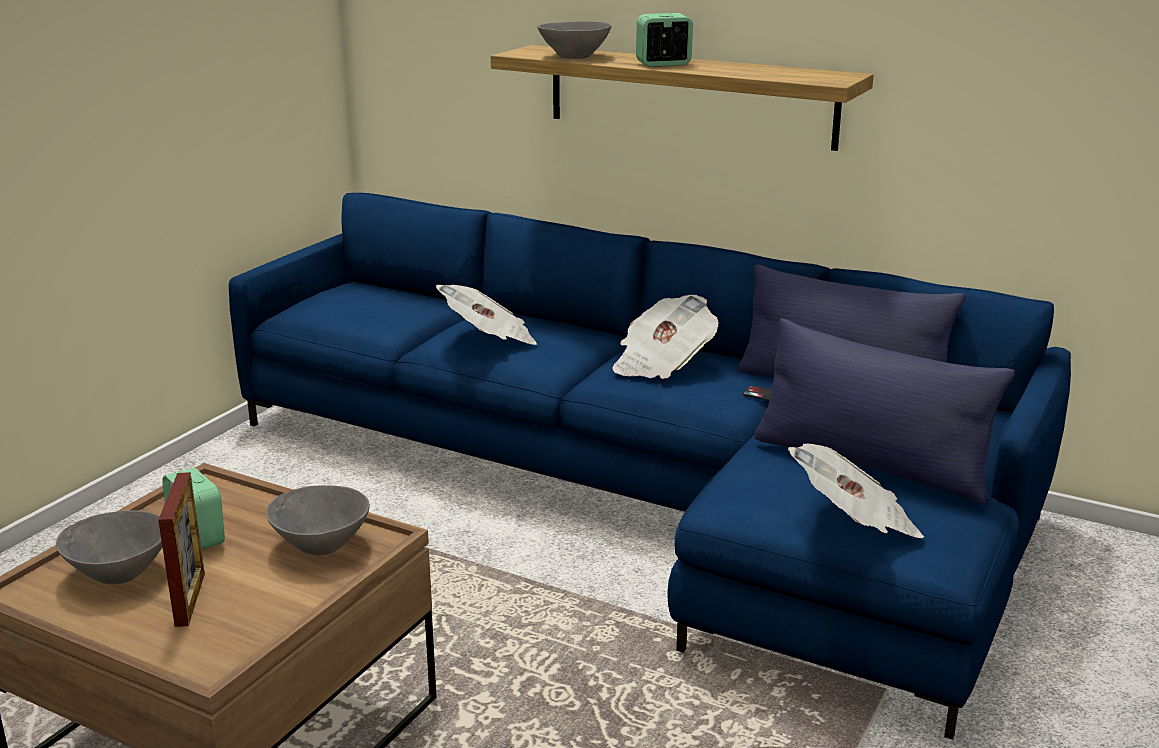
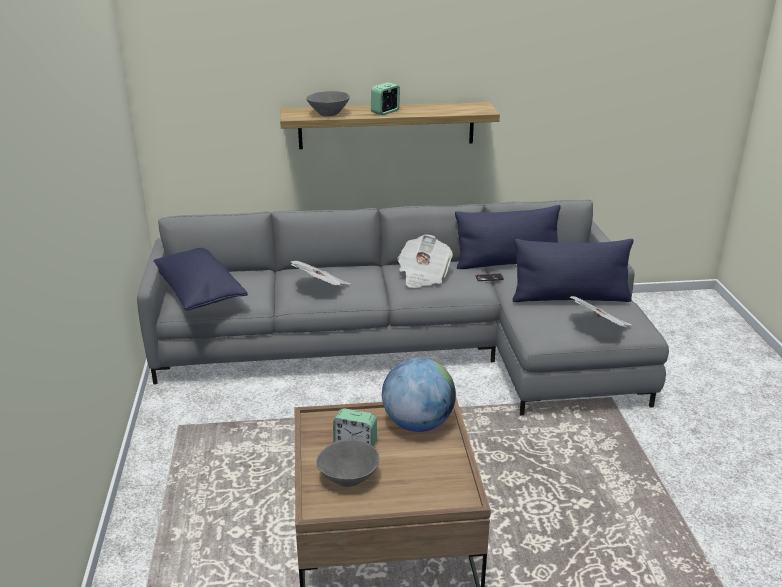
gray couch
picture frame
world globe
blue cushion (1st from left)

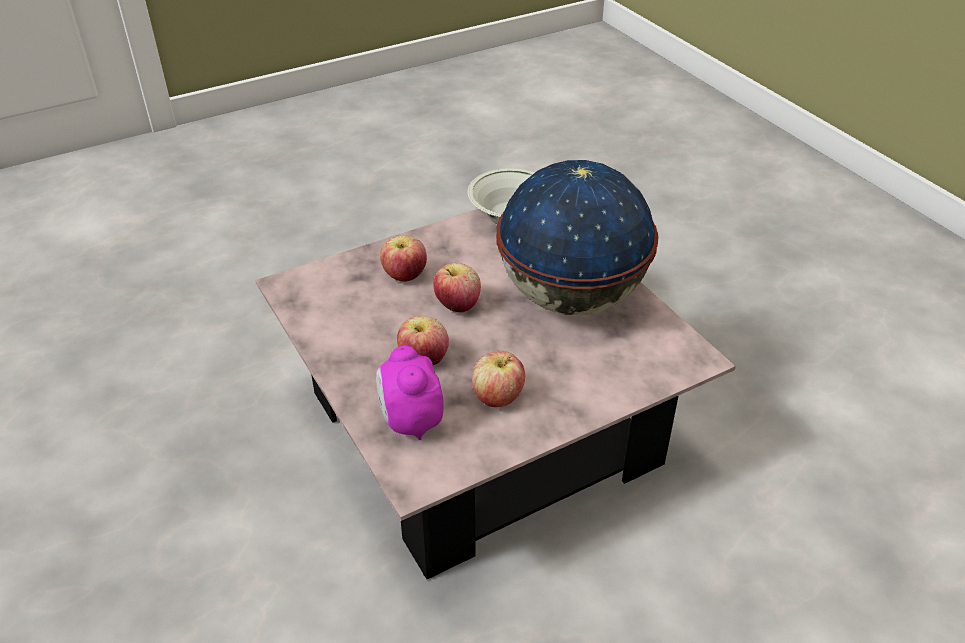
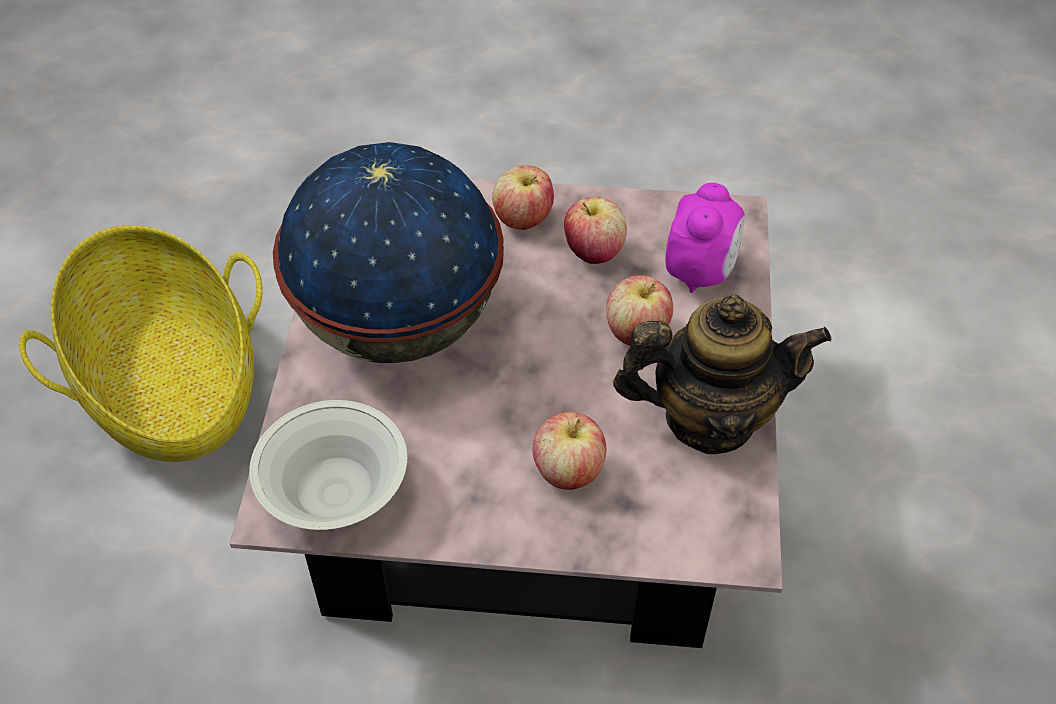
whole apple (1st from left)
household basket
tea pot

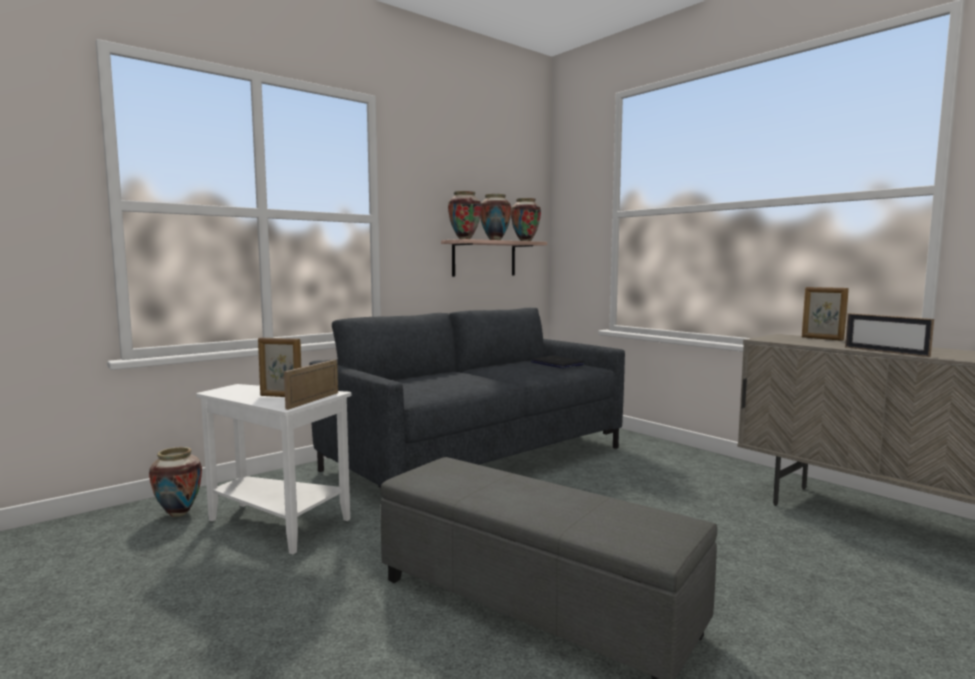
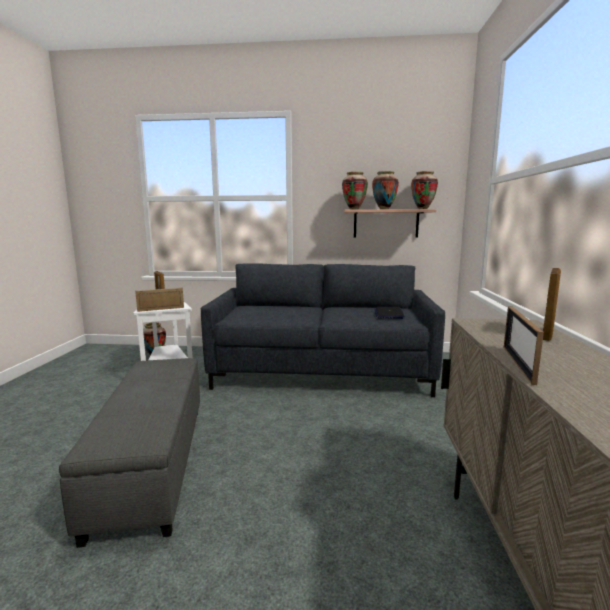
picture frame (4th from left)

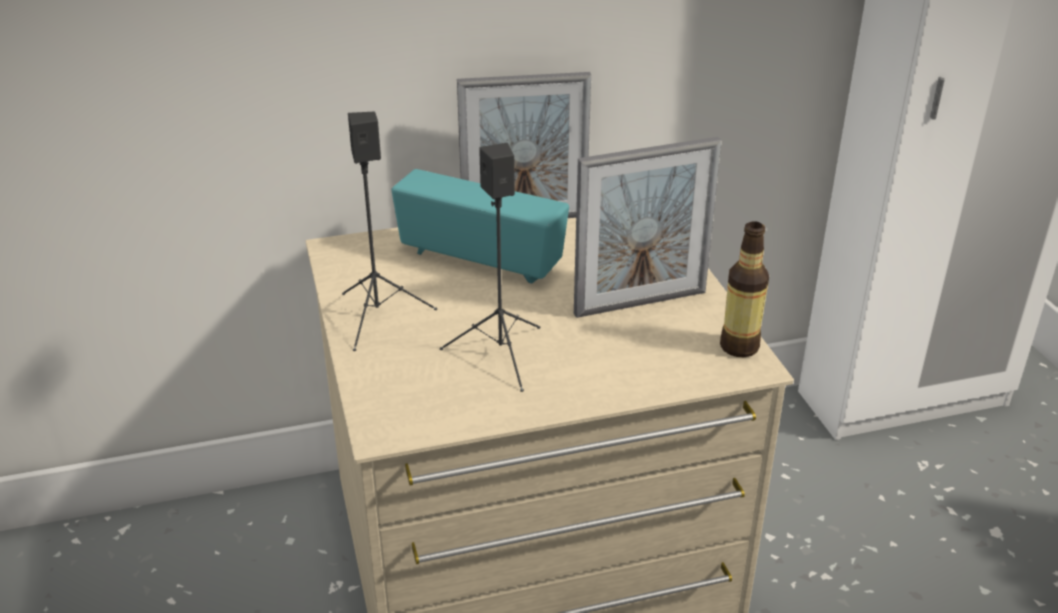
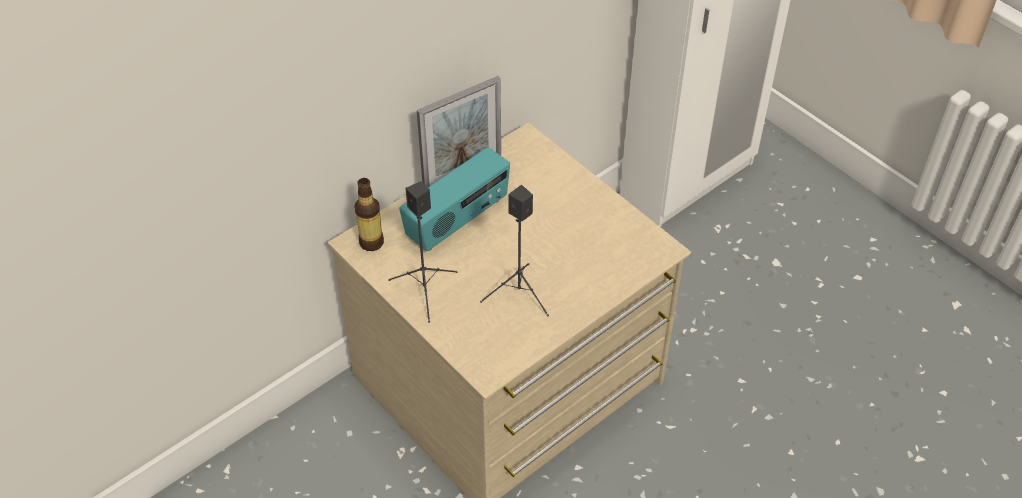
picture frame (2nd from left in the first image)
radio receiver
drink bottle

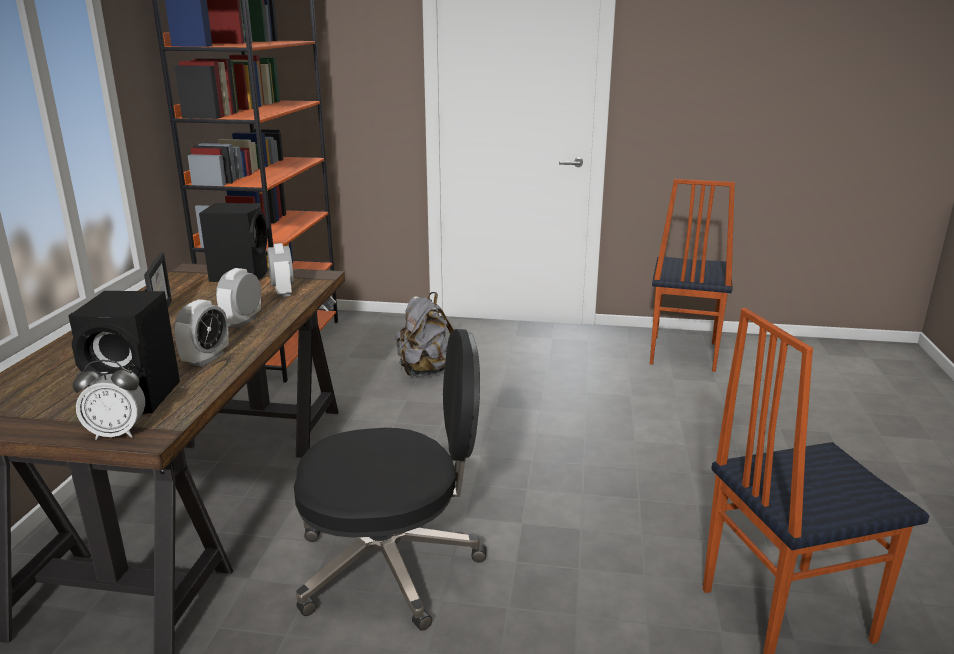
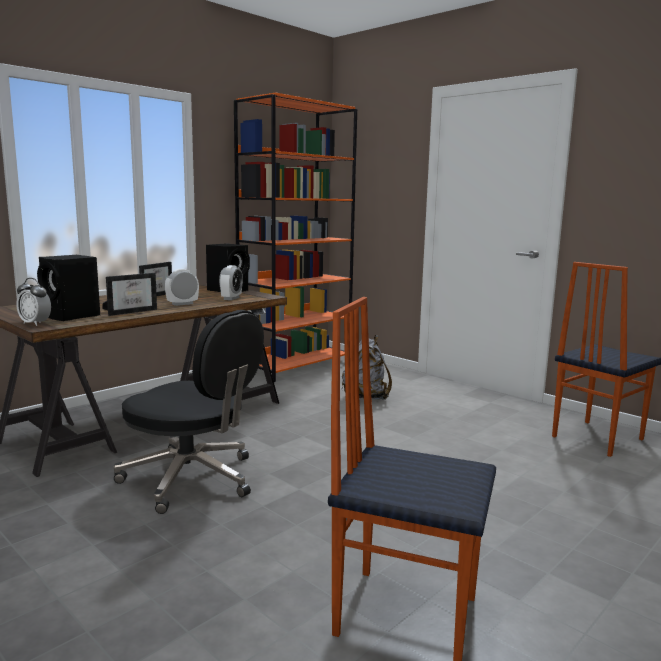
picture frame (1st from left)

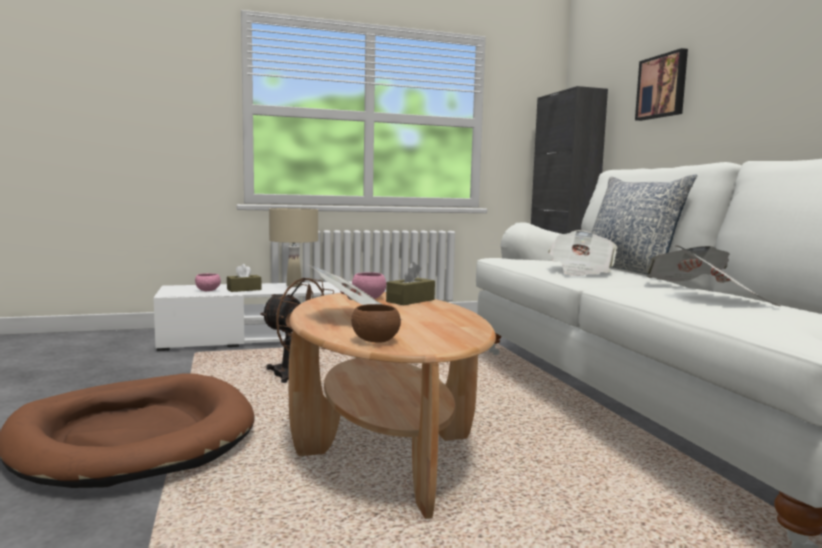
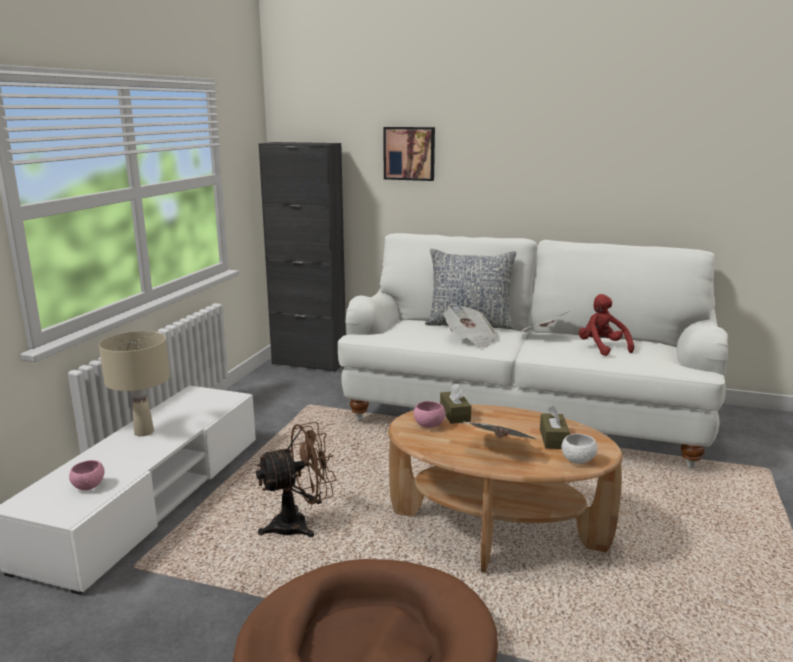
reddish cuddly toy
brown tissue holder (2nd from left)
whitish deep dish

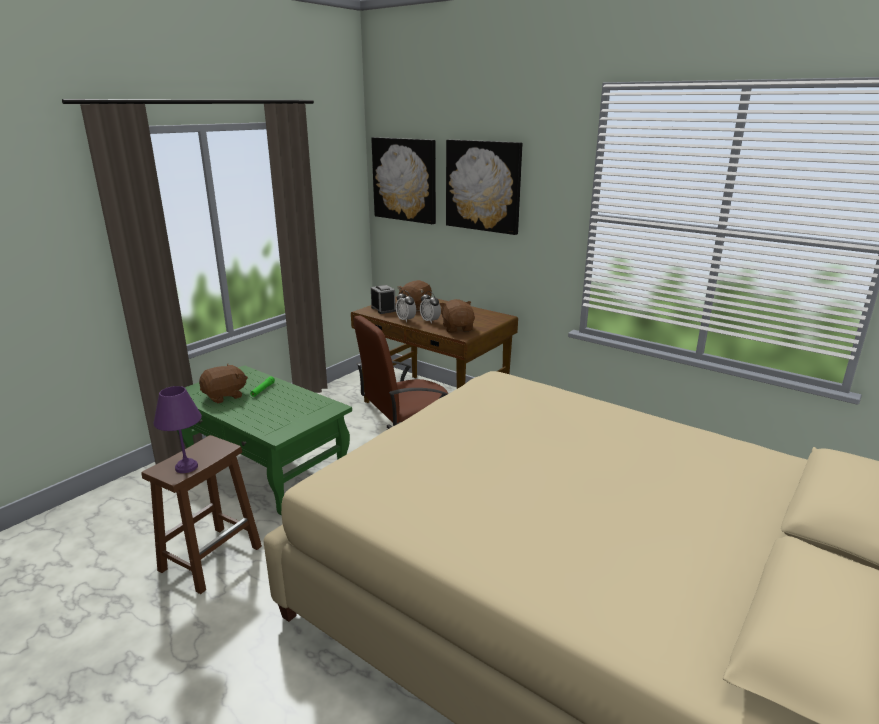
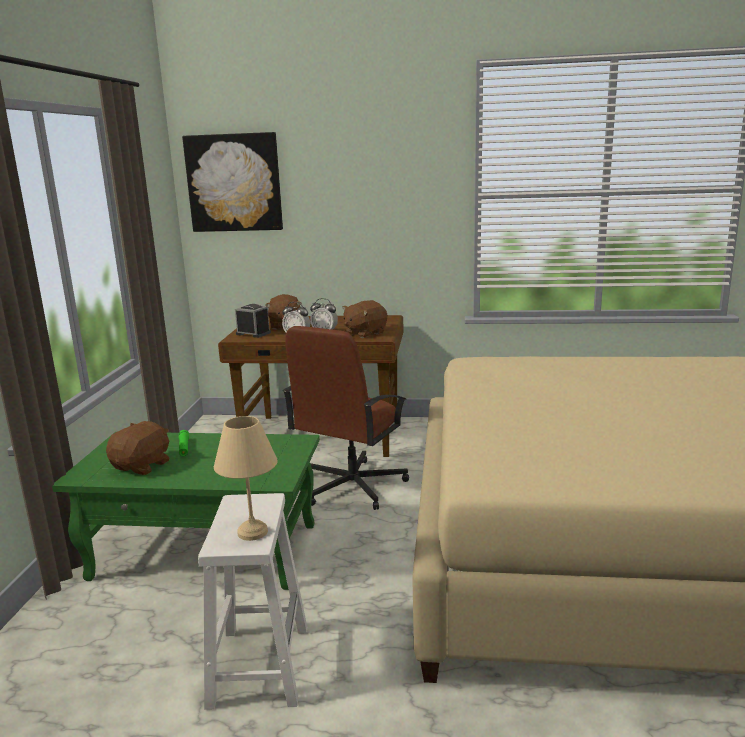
picture (2nd from left in the first image)
brown cuddly toy (3rd from left)
beige-coloured tabletop lamp
whitish stool seat

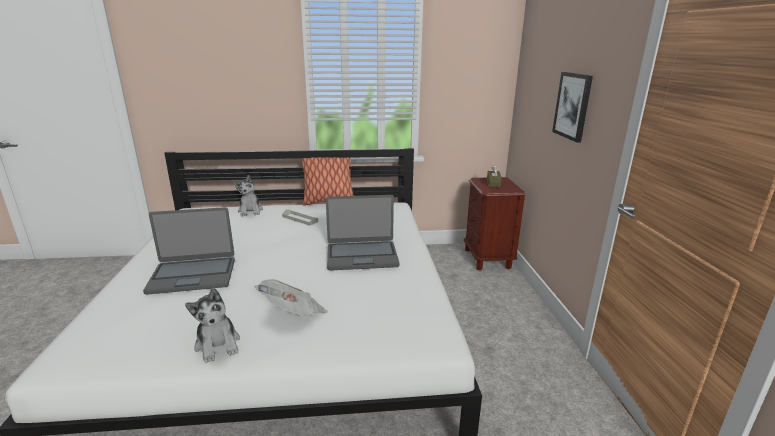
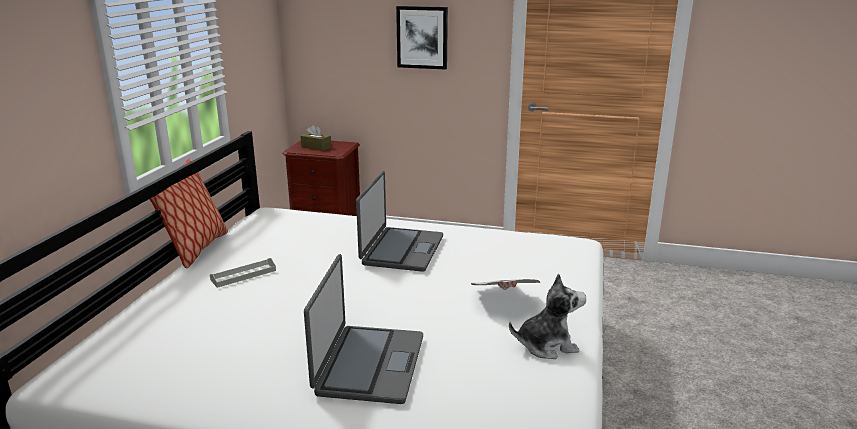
cuddly toy (2nd from left in the first image)

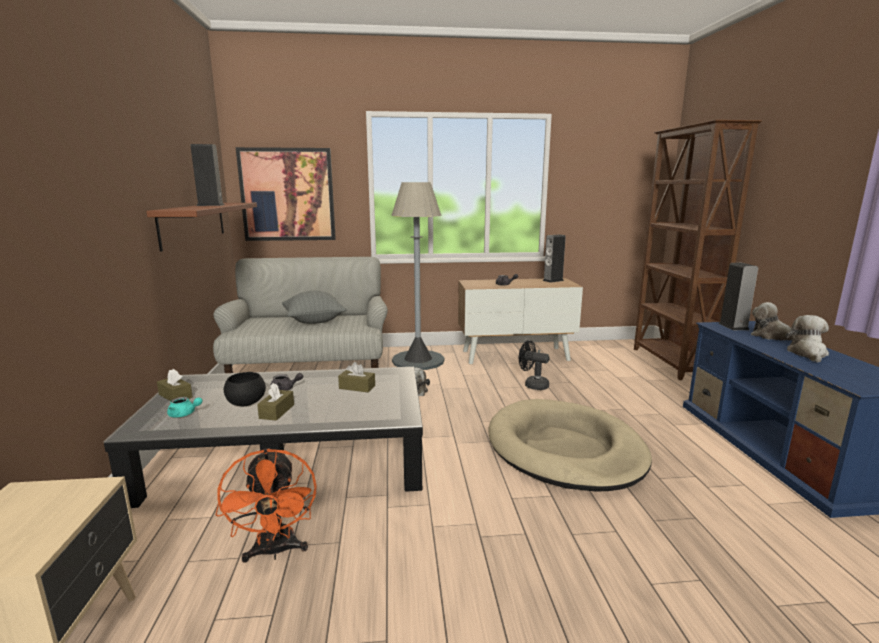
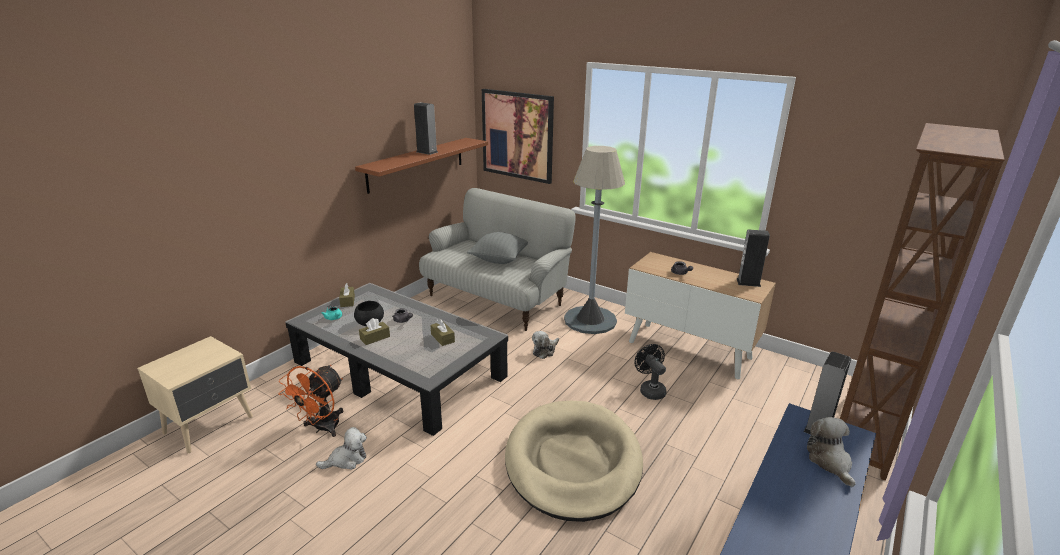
cuddly toy (1st from left)

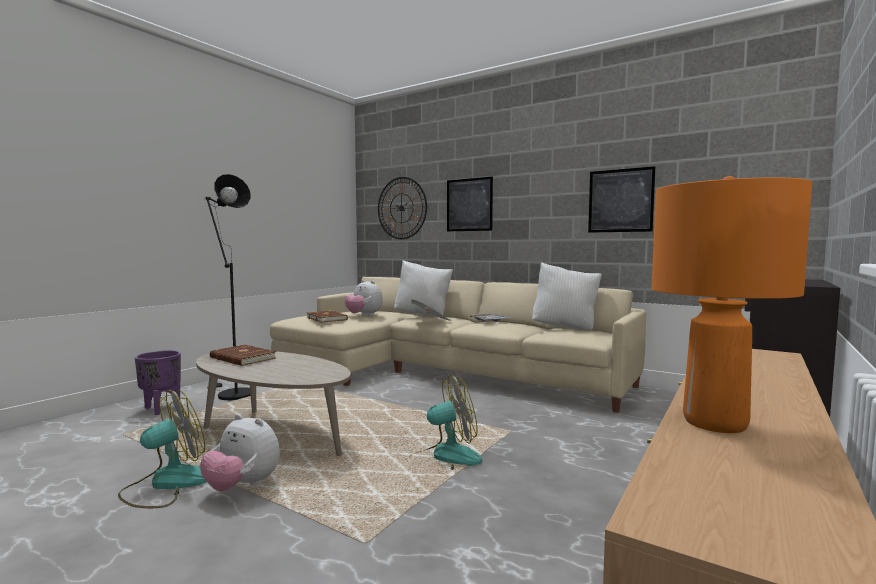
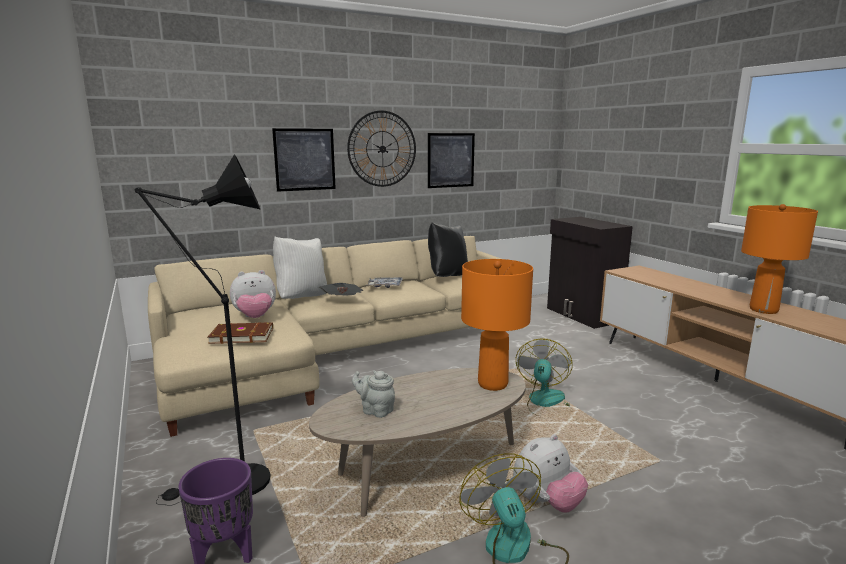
wall clock
blackish cushion
gray tea pot
orange tabletop lamp (1st from left)

